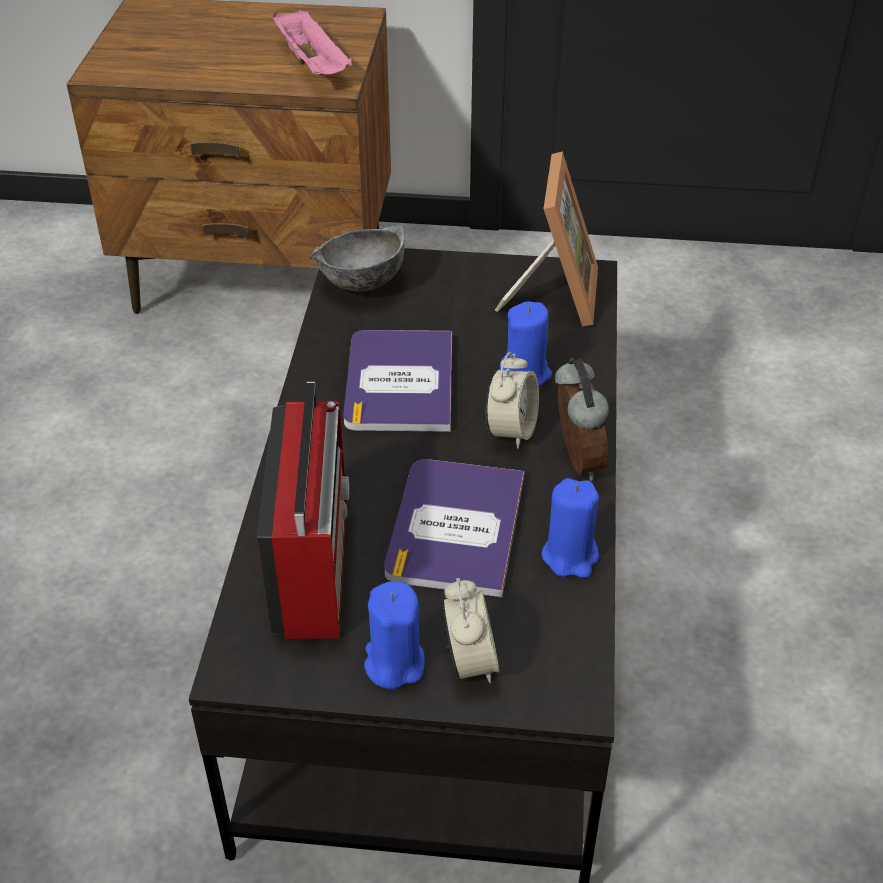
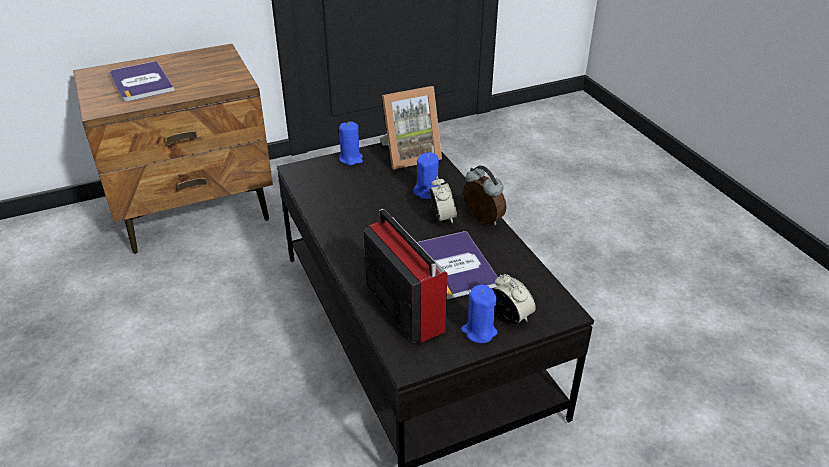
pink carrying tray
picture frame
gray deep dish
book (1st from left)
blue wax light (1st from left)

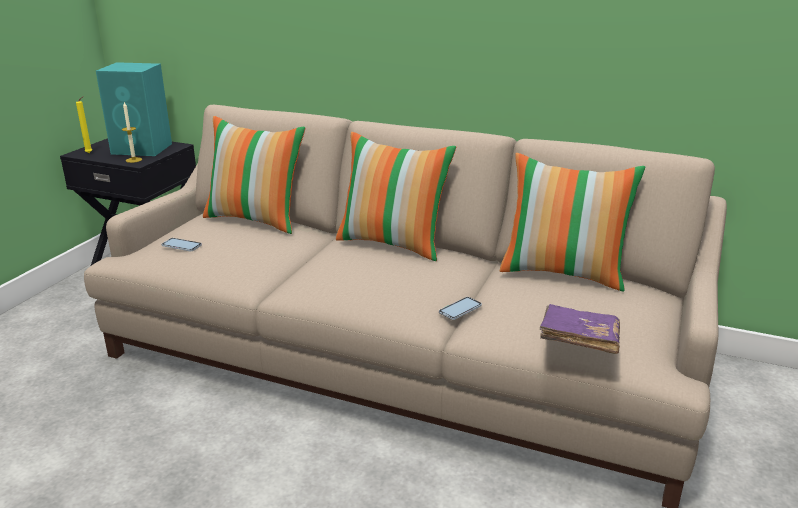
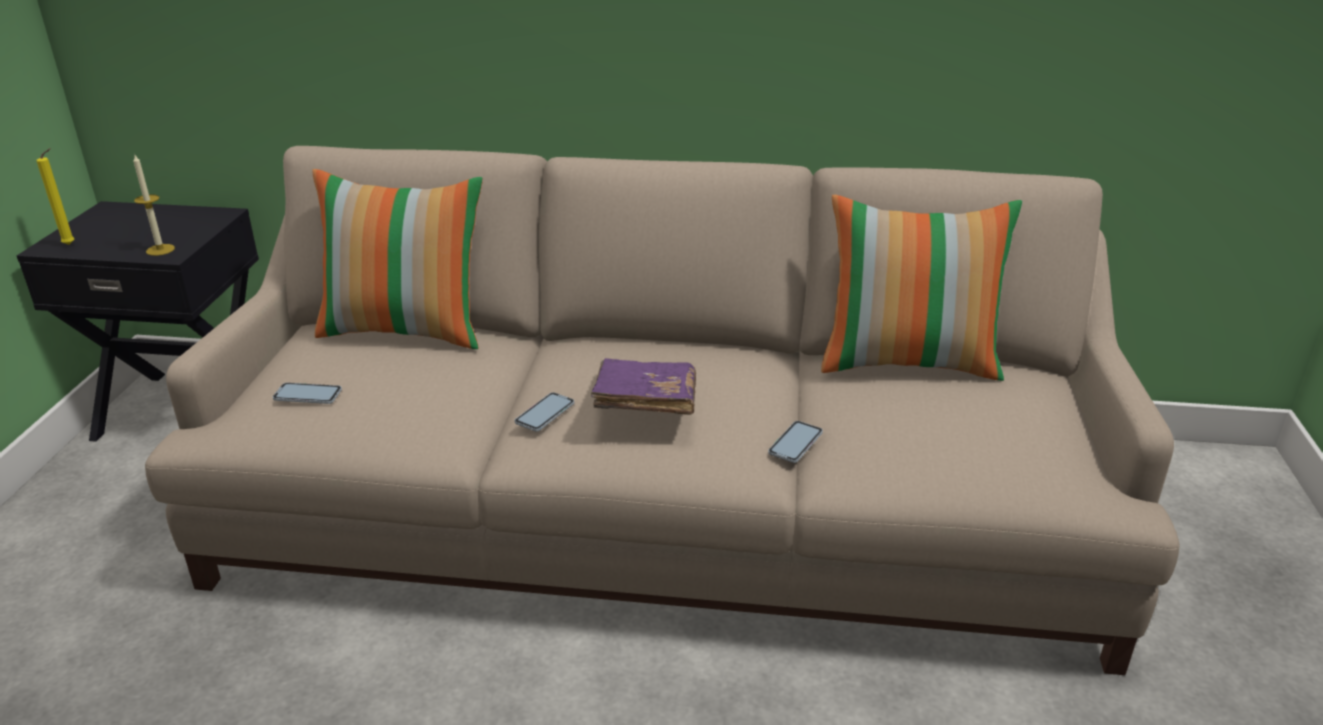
turquoise speaker
cushion (2nd from left in the first image)
purple-coloured book
handset (2nd from left)

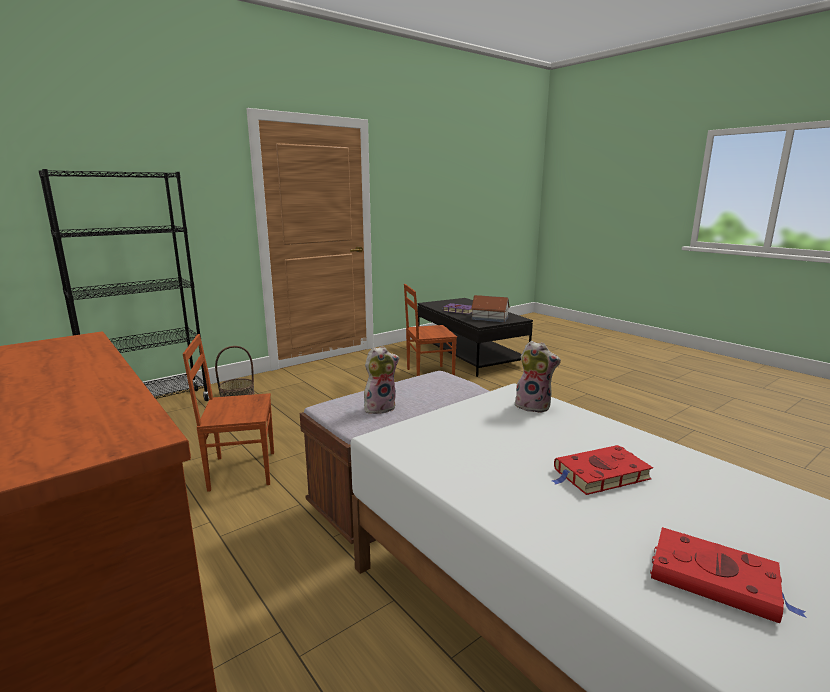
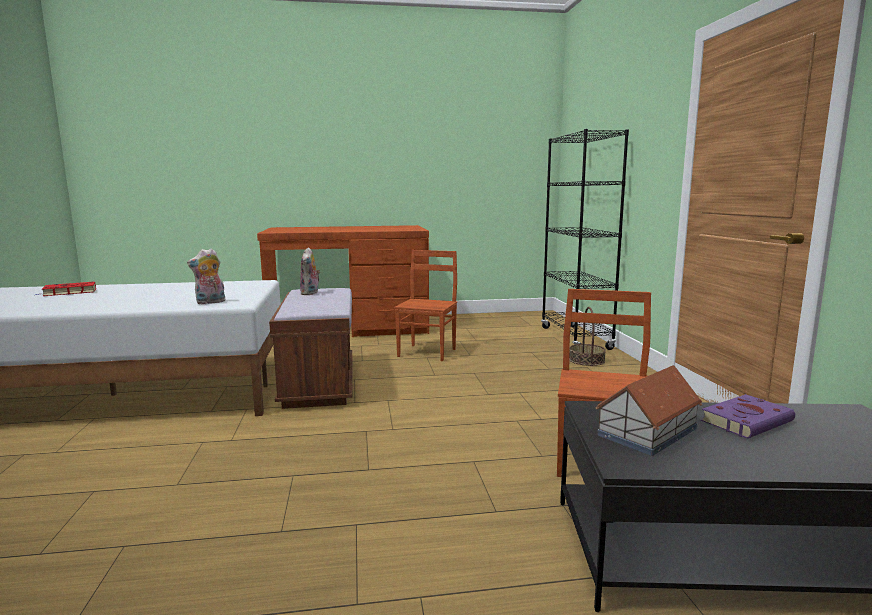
reddish book (1st from left in the first image)

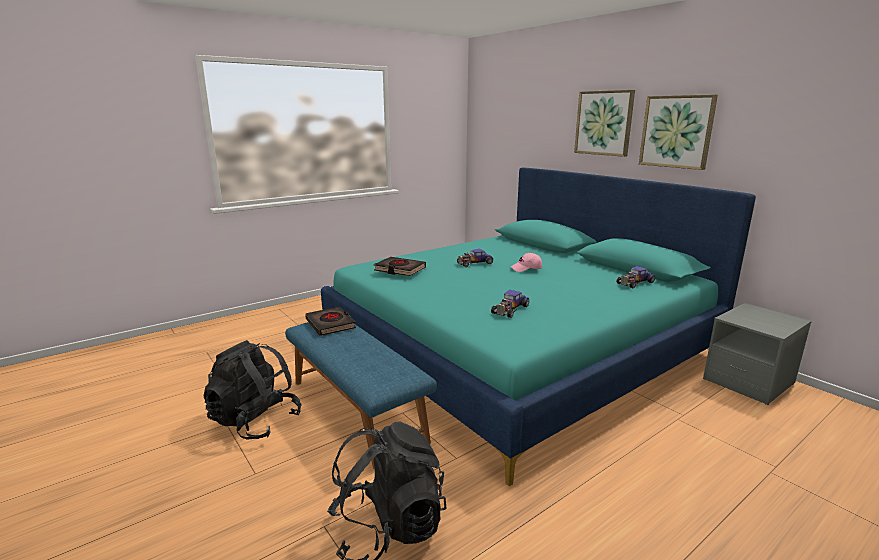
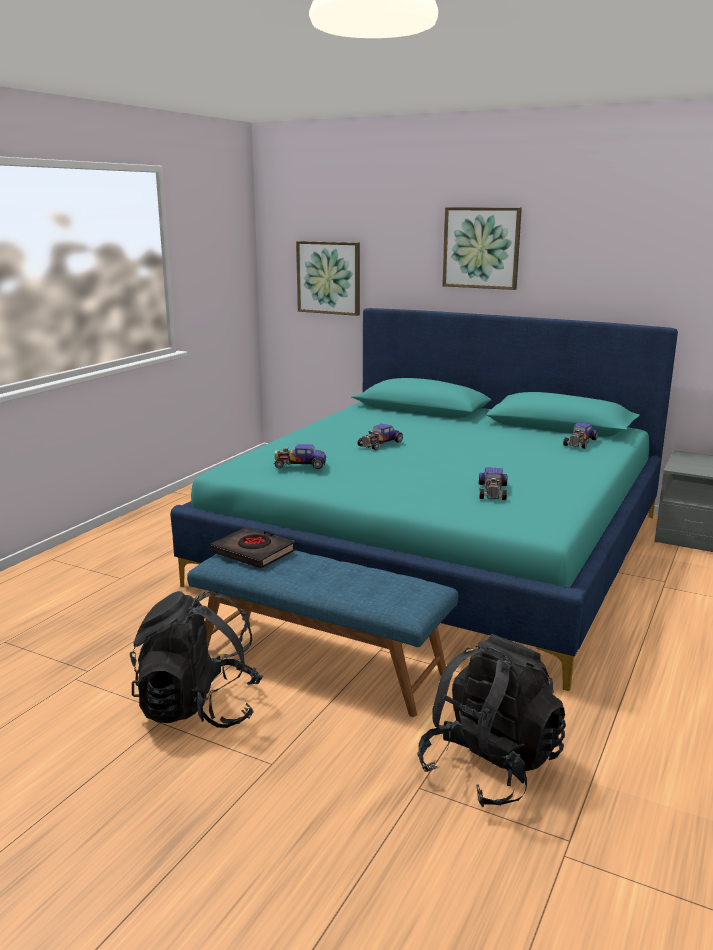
picture (1st from left)
pink peaked cap
model car (1st from left)

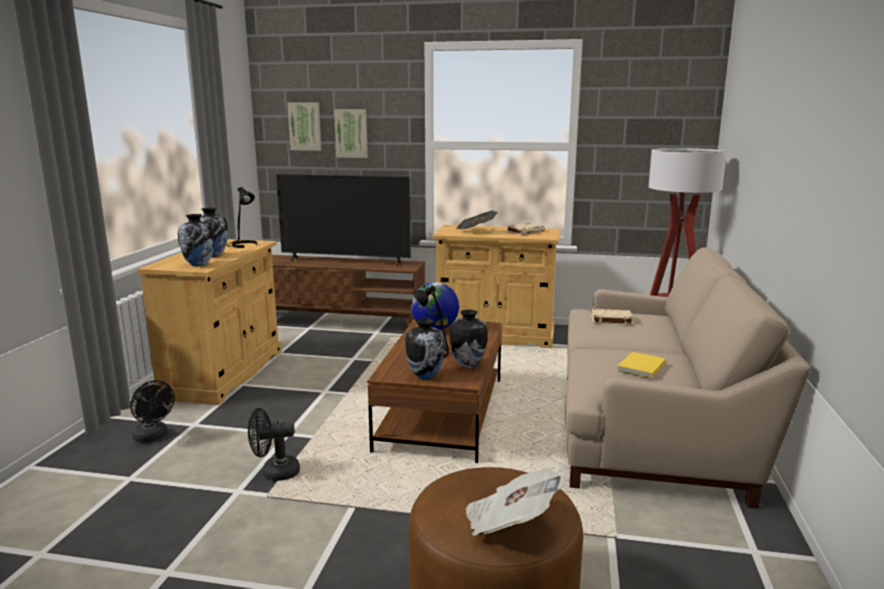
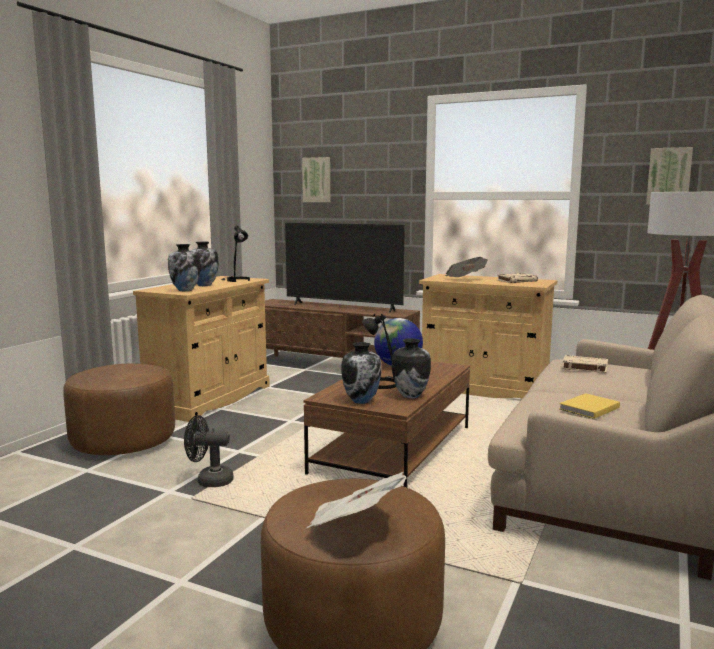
picture (2nd from left)
brown footrest (1st from left)

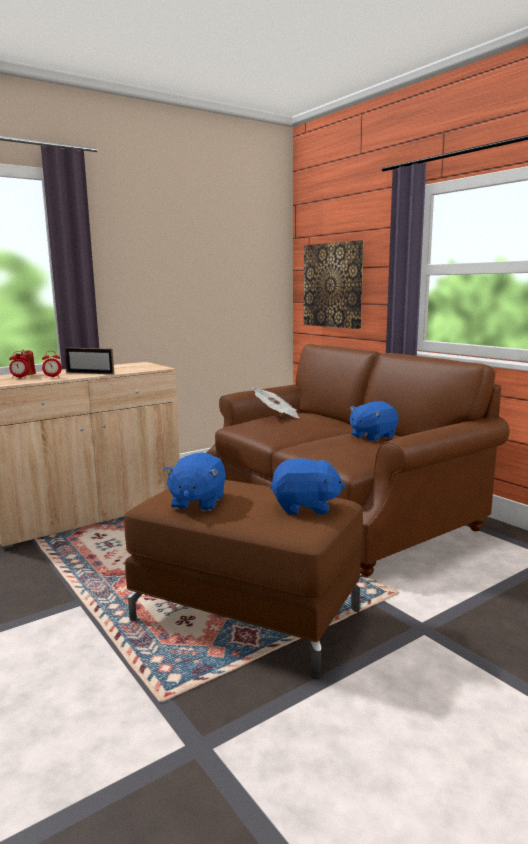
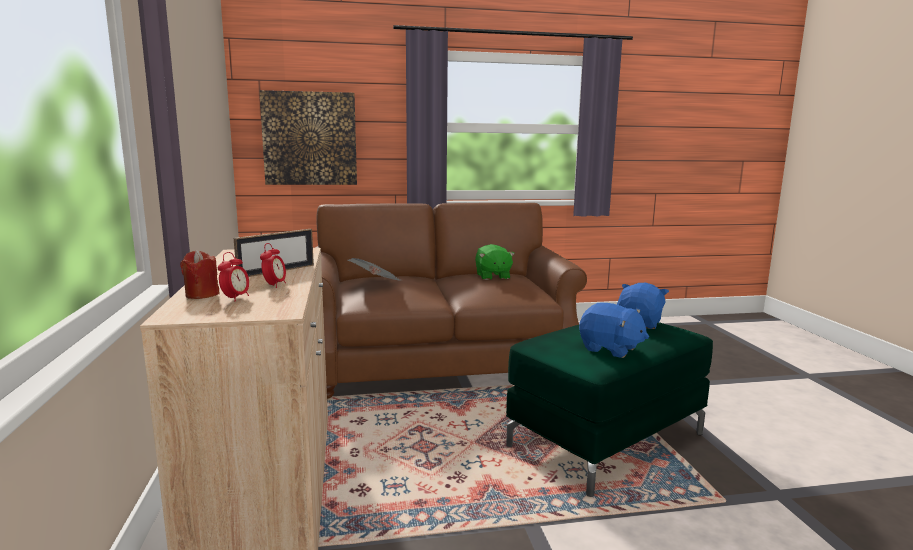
green-coloured cuddly toy
green-coloured footrest

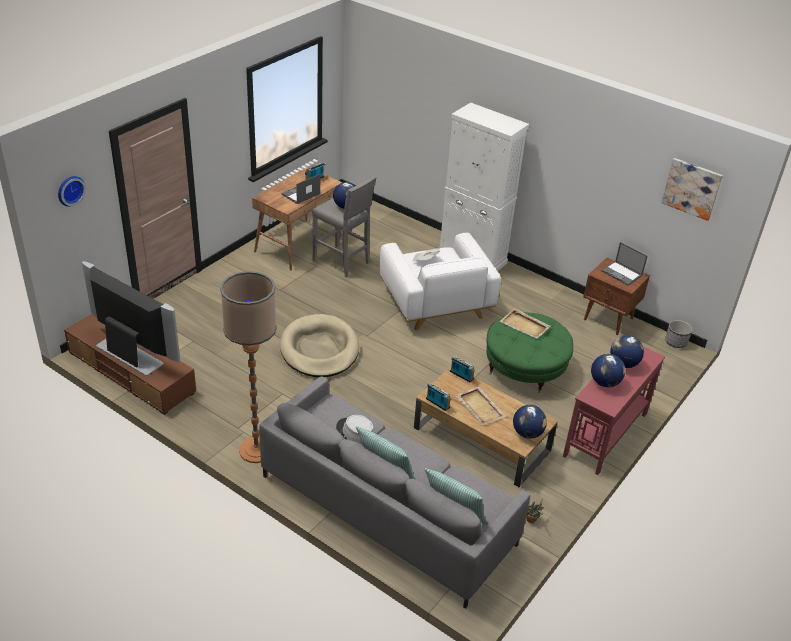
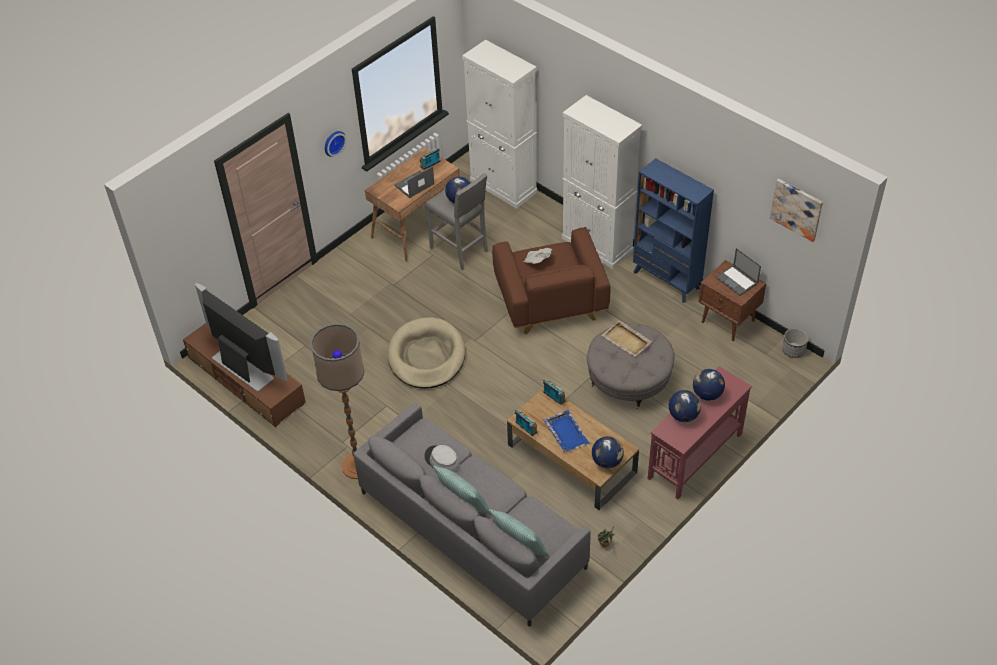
wall clock
brown armchair
gray footrest
blue carrying tray
whitish storage cabinet (1st from left)
blue bookcase

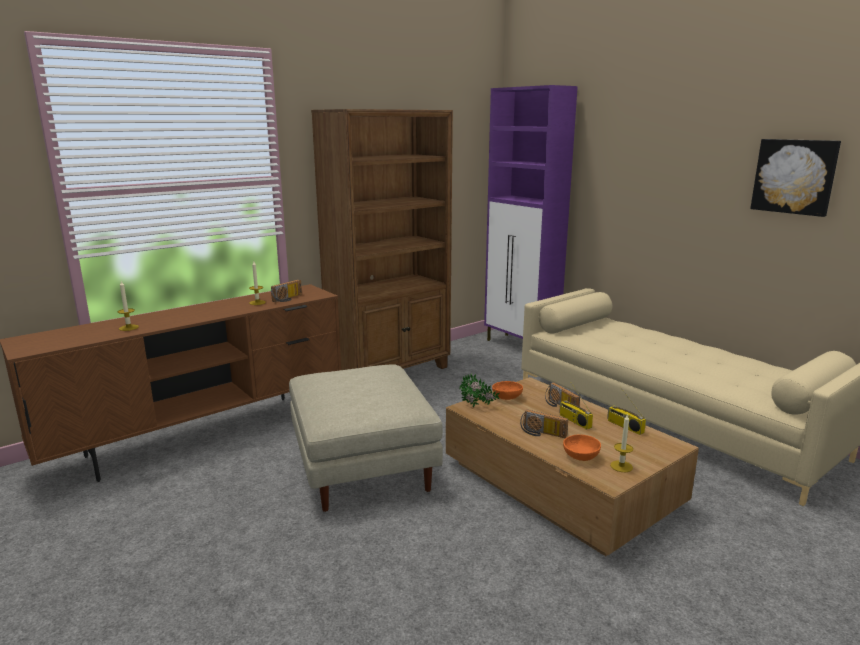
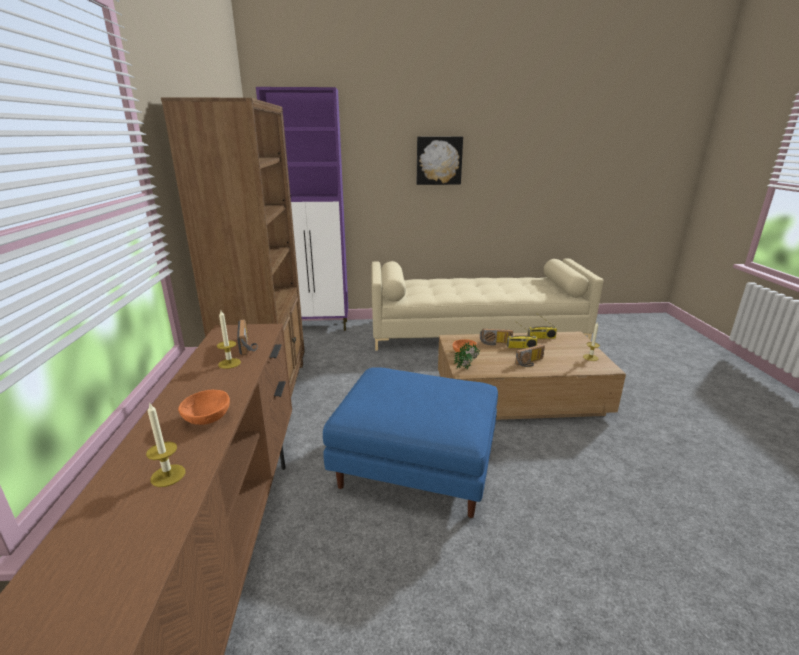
picture
blue footrest
orange deep dish (1st from left)

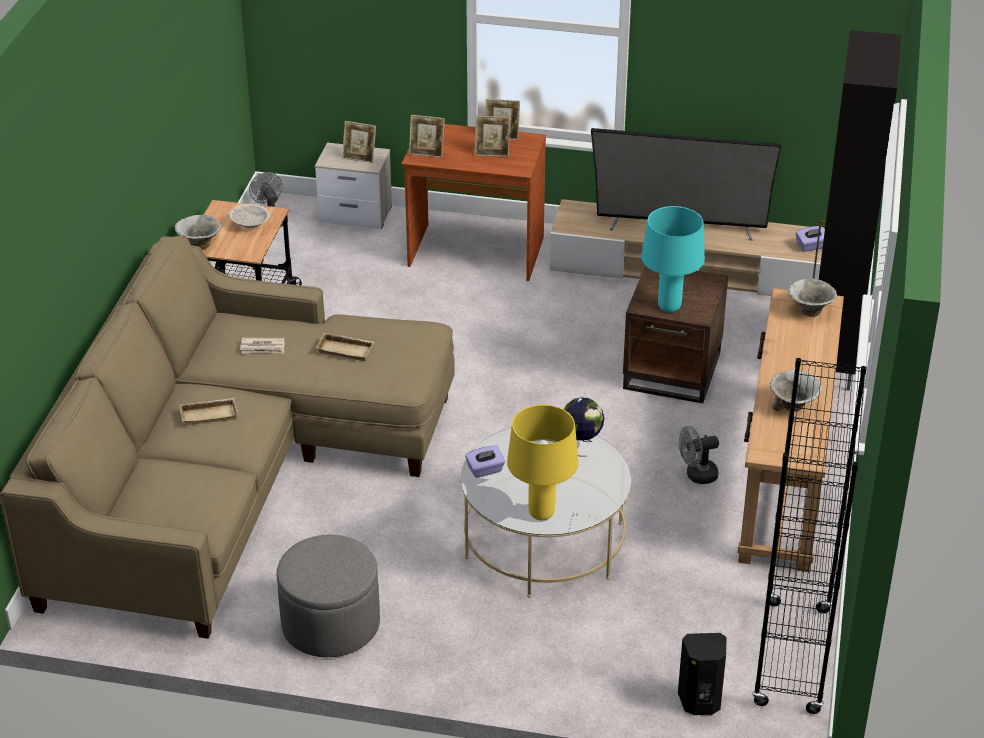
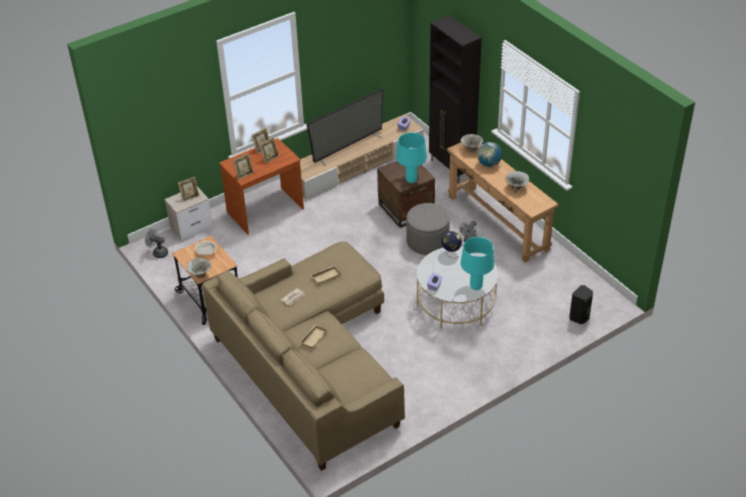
blackish bookcase
turquoise tabletop lamp (2nd from left)
gray footrest
world globe (2nd from left)

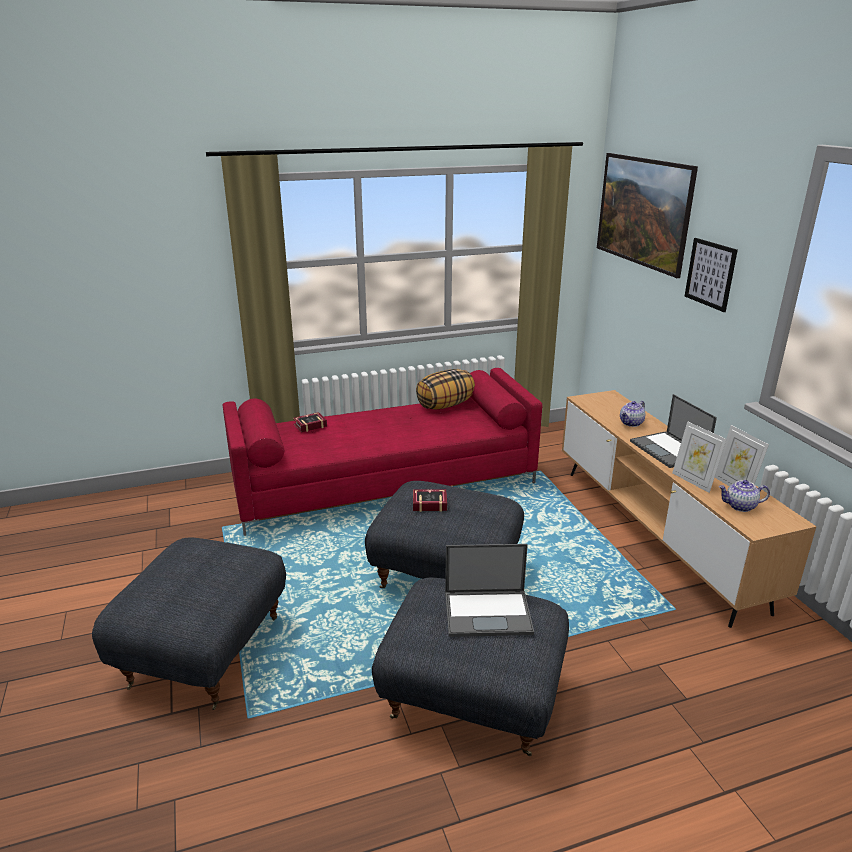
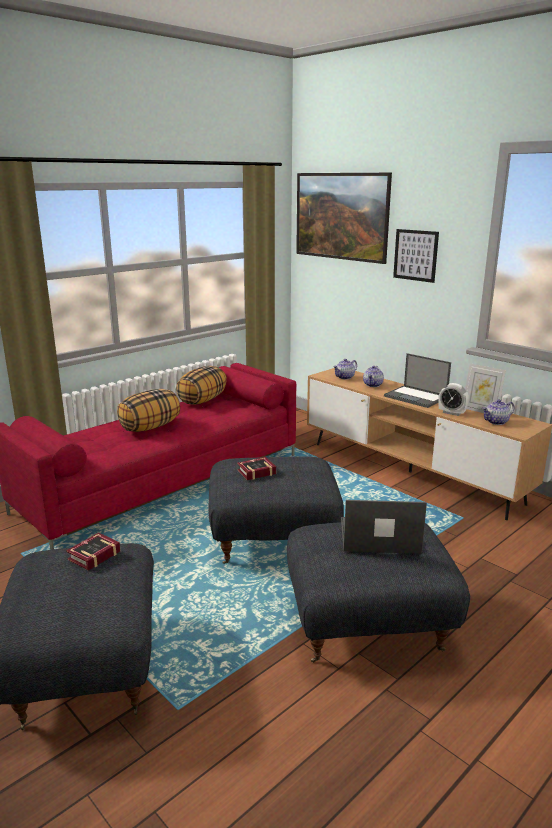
book (1st from left)
alarm clock
portable computer (1st from left)
tea pot (1st from left)
cushion (1st from left)

